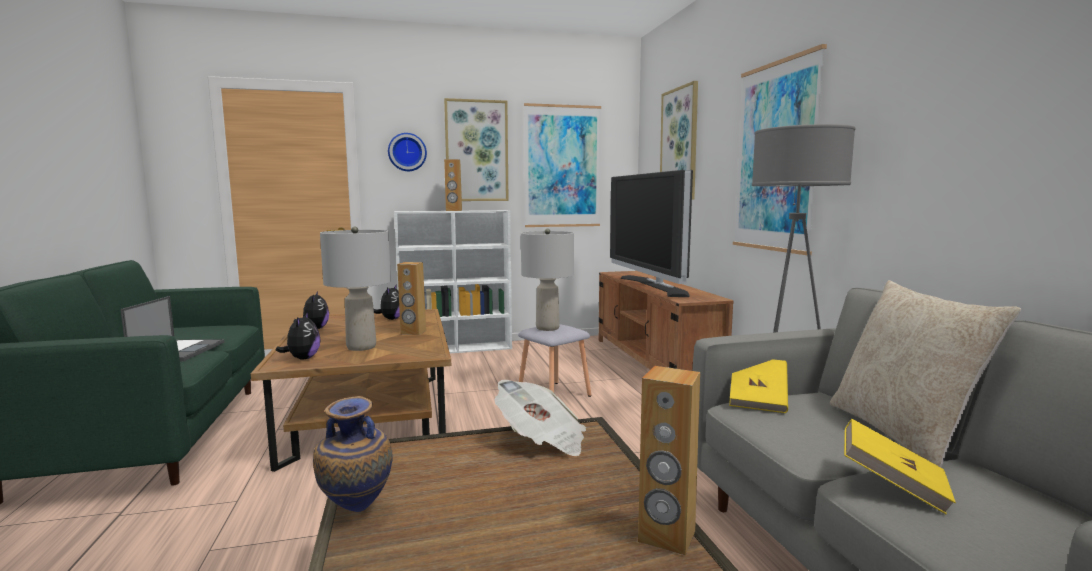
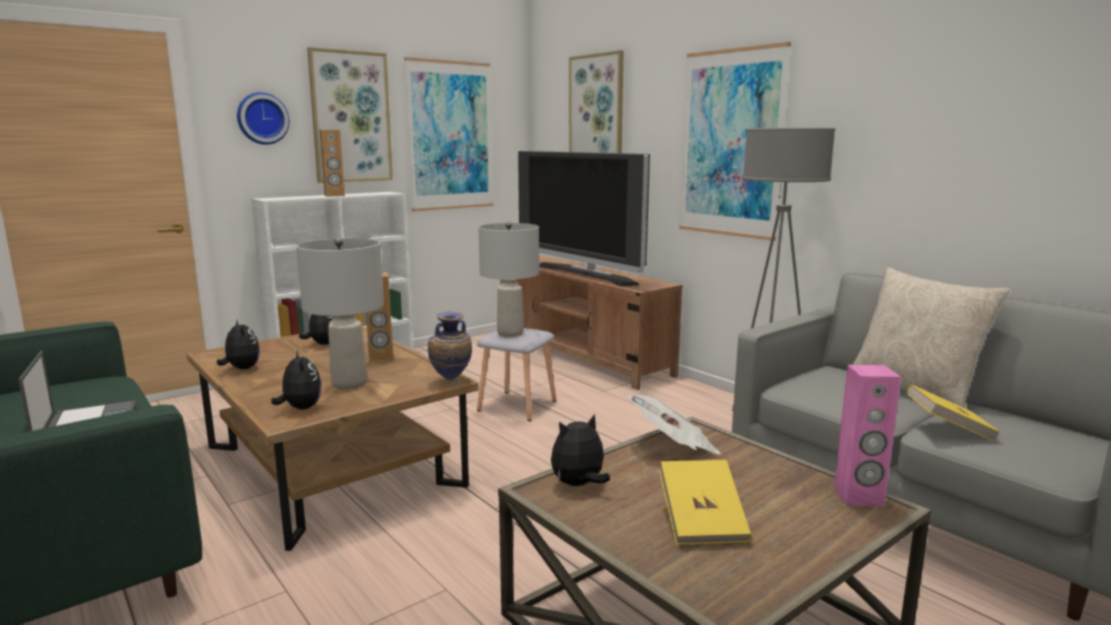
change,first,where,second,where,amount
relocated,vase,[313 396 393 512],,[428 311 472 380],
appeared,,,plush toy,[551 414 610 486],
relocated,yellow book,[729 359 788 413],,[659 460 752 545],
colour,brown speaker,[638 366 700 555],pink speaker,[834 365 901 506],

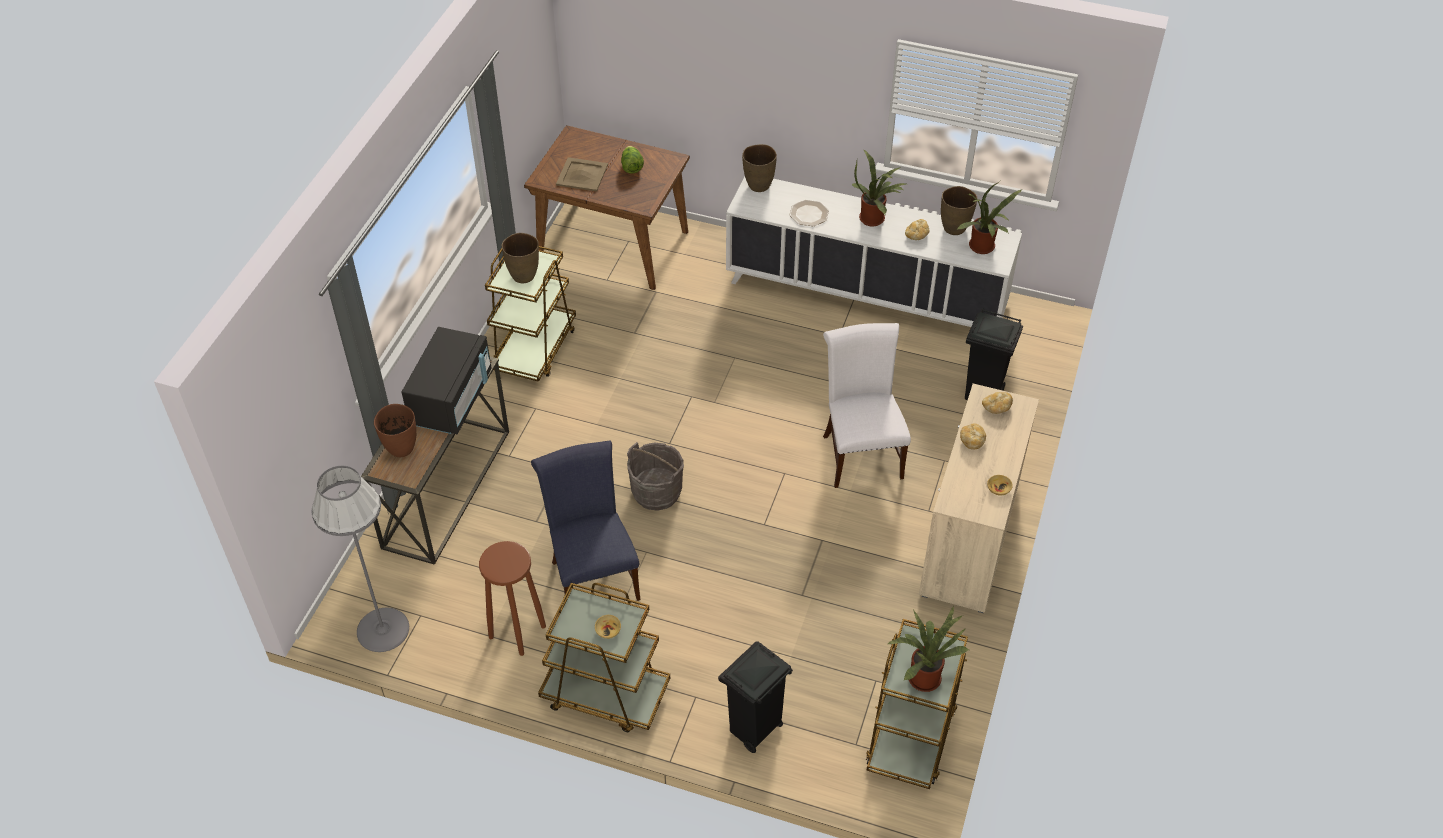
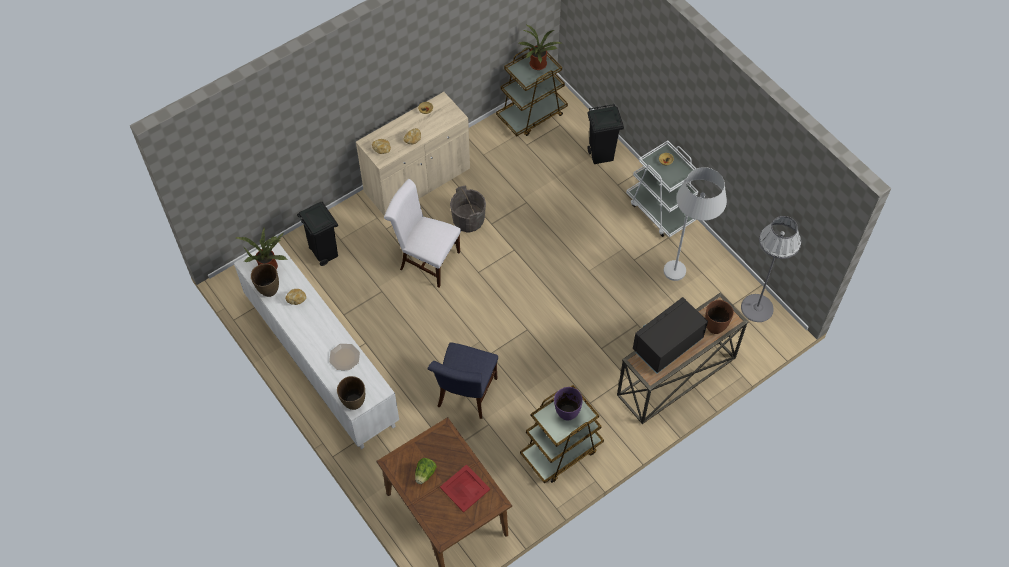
change,first,where,second,where,amount
spun,white chair,[823 323 911 488],,[384 179 461 288],90 degrees clockwise
relocated,blue chair,[531 441 641 601],,[427 342 498 419],
colour,beige tray,[556 157 608 192],red tray,[440 464 490 512],
relocated,grey bucket,[627 442 684 511],,[450 185 486 232],
colour,brown vase,[502 233 539 283],purple vase,[554 387 583 420],
colour,brown cart,[538 583 670 732],white cart,[626 140 698 238],
exchanged,brown stool,[479 541 546 656],white floor lamp,[664 167 727 281],
missing,potted plant,[852 149 906 227],,,

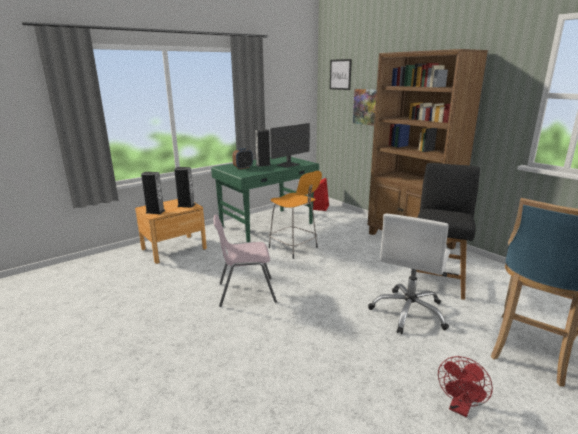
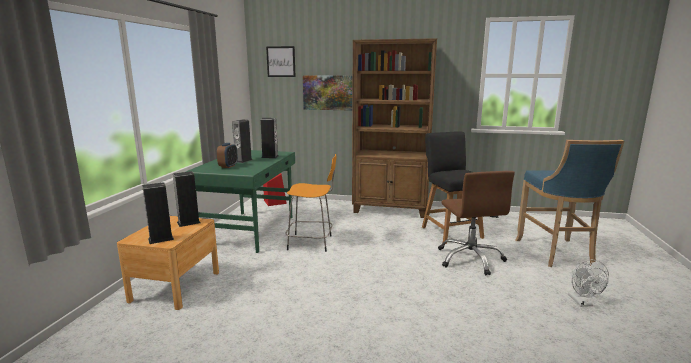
change,first,where,second,where,amount
exchanged,monitor,[270 123 310 168],speaker,[260 118 279 158],
colour,white office chair,[368 214 450 334],brown office chair,[438 171 515 275],
colour,red fan,[438 356 493 417],white fan,[568 260 609 307],
missing,pink chair,[214 215 277 307],,,

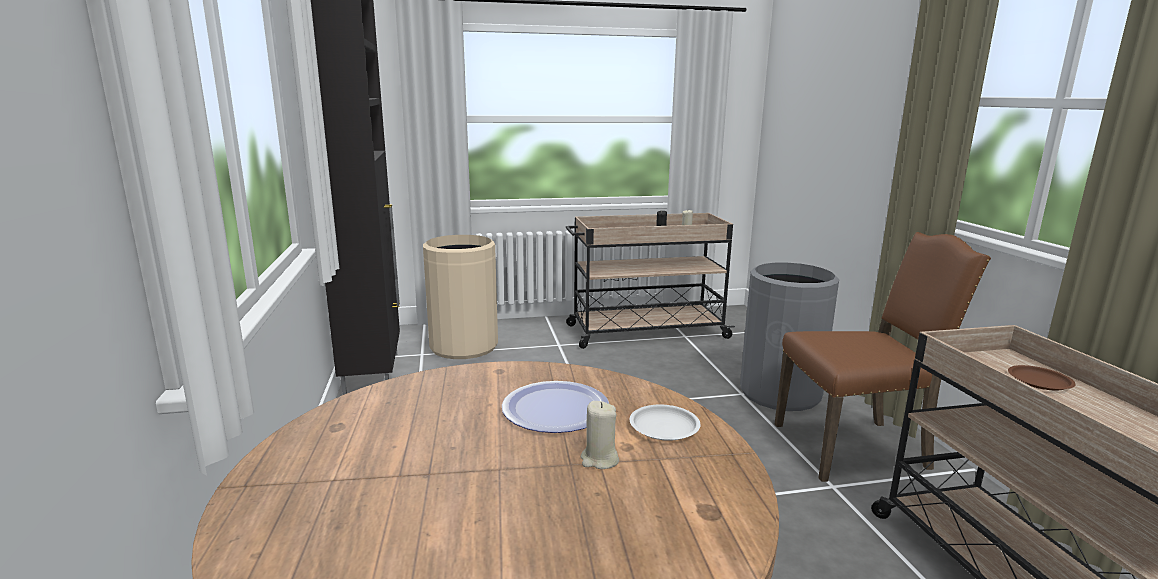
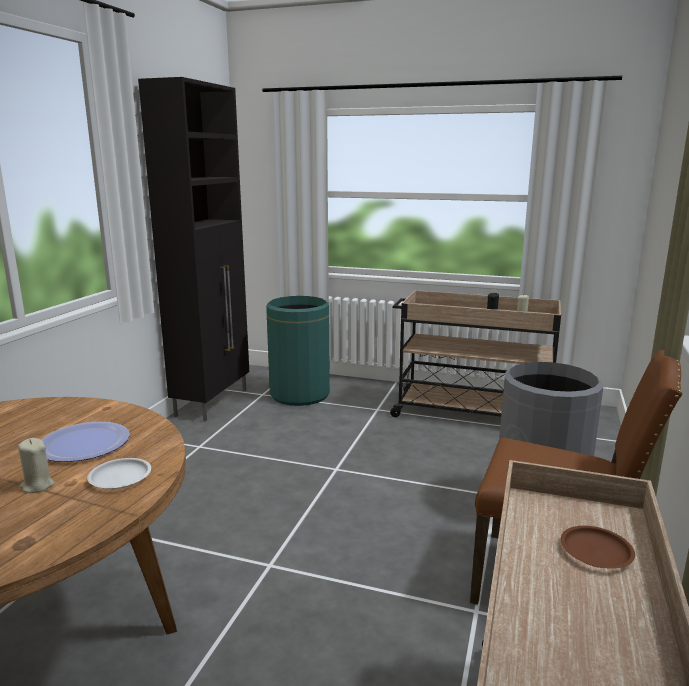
change,first,where,second,where,amount
colour,beige trash can,[423 235 498 359],green trash can,[266 296 330 406],

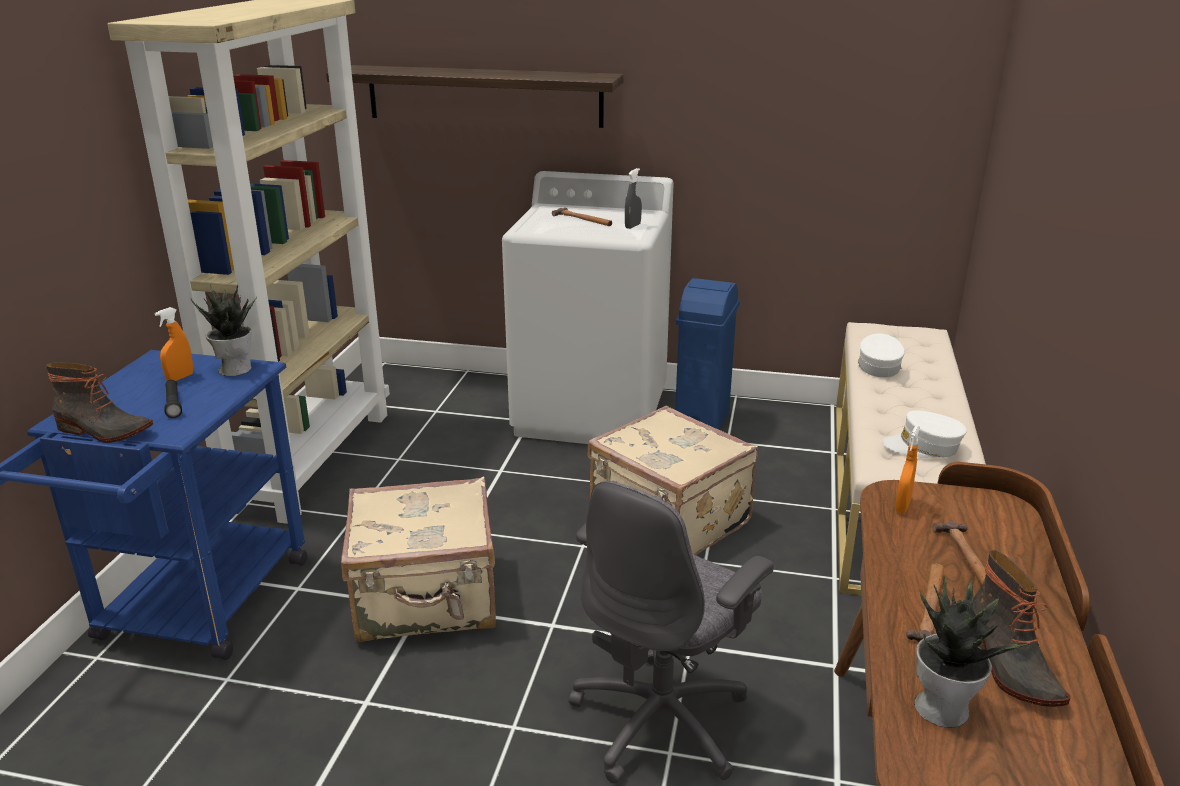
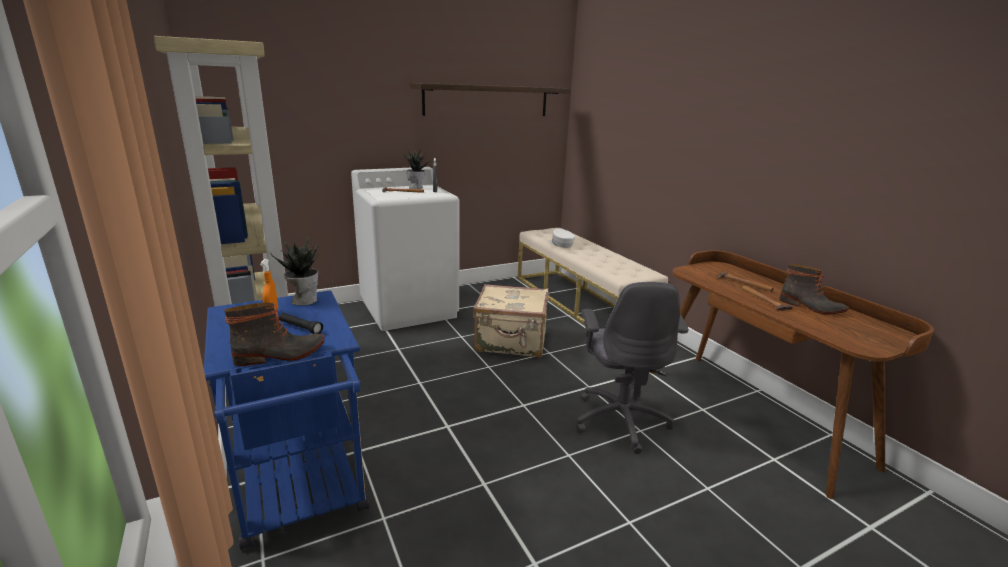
change,first,where,second,where,amount
relocated,potted plant,[914 576 1032 728],,[404 149 431 189],
relocated,shelf,[326 65 623 128],,[410 83 571 116],
missing,beige suitcase,[341 477 496 642],,,
missing,blue trash can,[675 278 740 430],,,
missing,white cap,[883 410 967 458],,,
missing,orange spray bottle,[895 426 920 513],,,

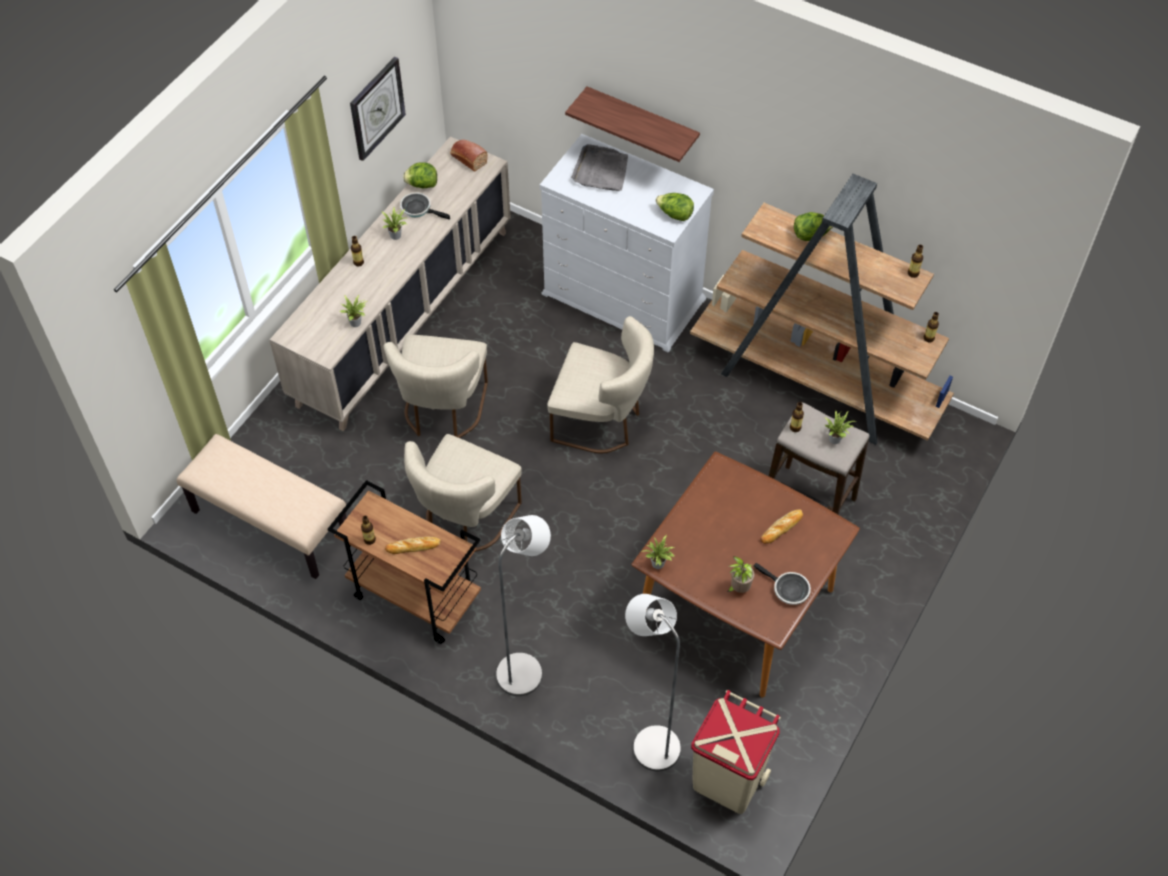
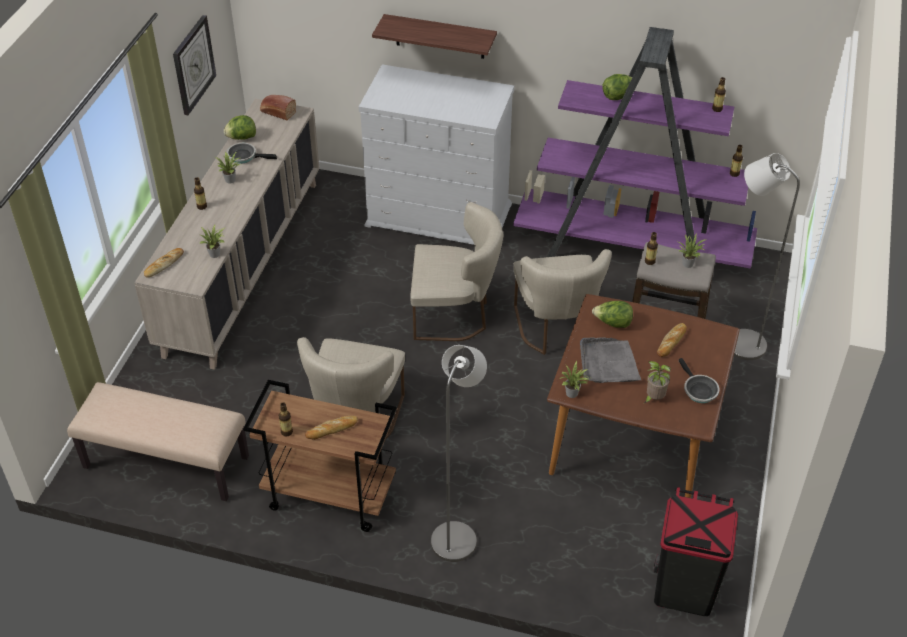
change,first,where,second,where,amount
appeared,,,bread,[144 248 184 277],
colour,brown bookcase,[690 174 954 445],purple bookcase,[513 27 757 269],
relocated,beige chair,[383 334 488 438],,[514 249 612 355],
relocated,grey tray,[571 144 628 191],,[580 337 641 383],
relocated,lettuce,[655 193 694 221],,[592 301 633 328],
colour,beige trash can,[691 690 781 814],black trash can,[654 487 738 616],
spun,frying pan,[753 563 811 605],,[679 358 719 403],45 degrees clockwise
relocated,grey floor lamp,[625 594 681 771],,[734 153 800 360],

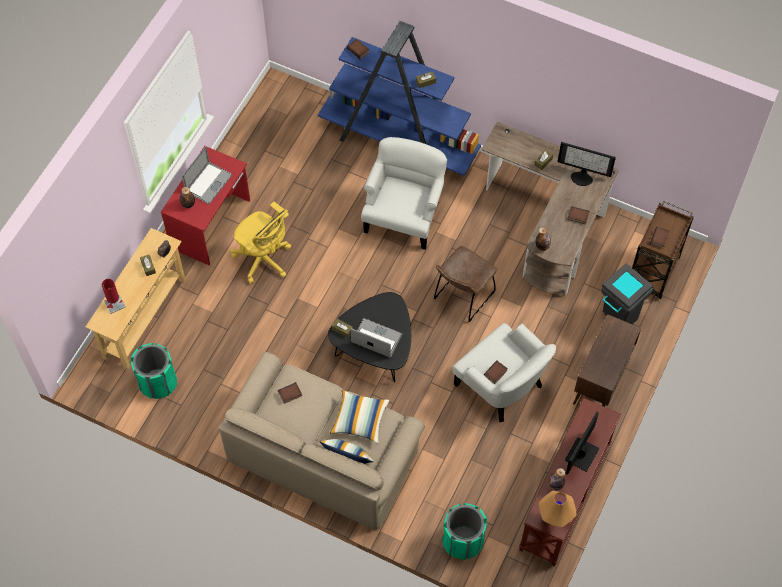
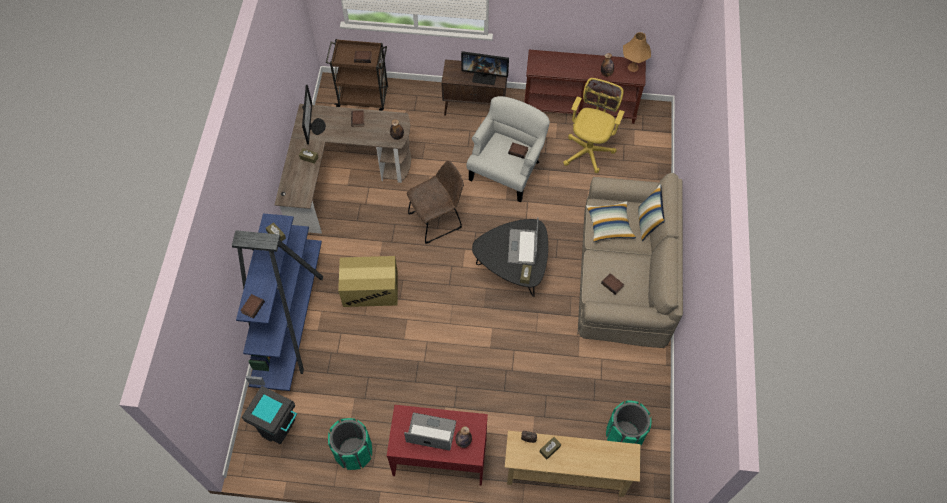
change,first,where,second,where,amount
relocated,grey trash can,[601 263 653 324],,[242 386 297 444],
relocated,green trash can,[442 503 487 560],,[328 418 372 470],
exchanged,white armchair,[361 137 447 250],cardboard box,[338 256 398 307],
spun,brown chair,[434 246 497 322],,[407 161 464 244],45 degrees counterclockwise
relocated,monitor,[565 411 600 475],,[461 51 509 85],
relocated,yellow office chair,[230 202 291 284],,[563 78 625 173],
missing,red table lamp,[102 279 126 314],,,

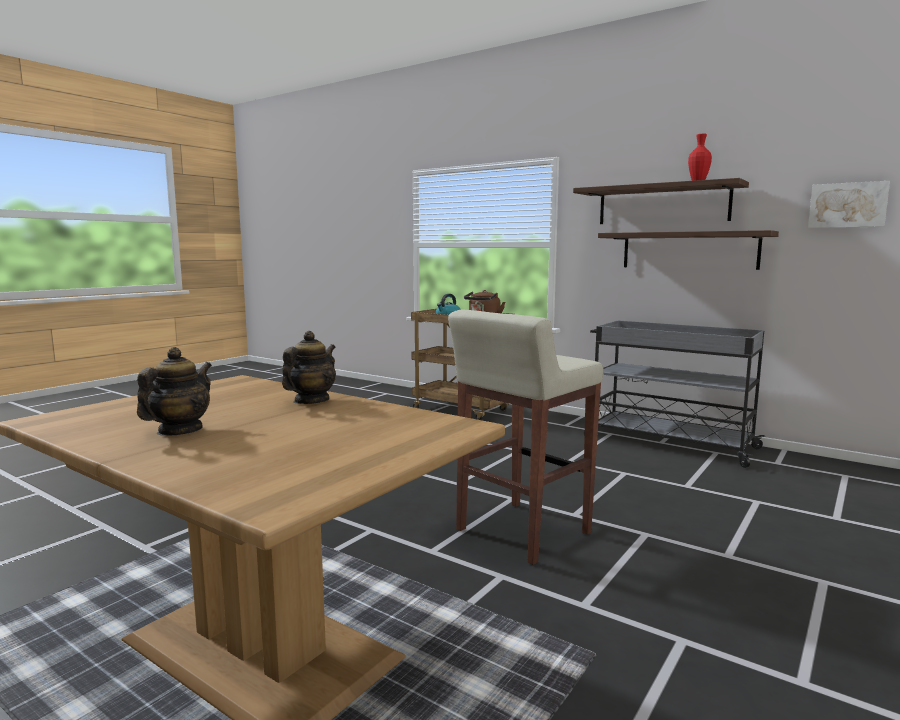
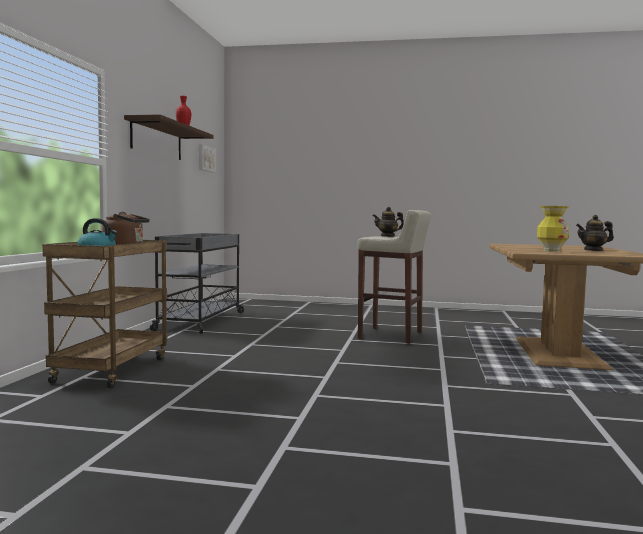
change,first,where,second,where,amount
relocated,teapot,[282 331 336 404],,[373 207 404 237],
appeared,,,vase,[537 206 569 252],
missing,shelf,[598 230 779 270],,,

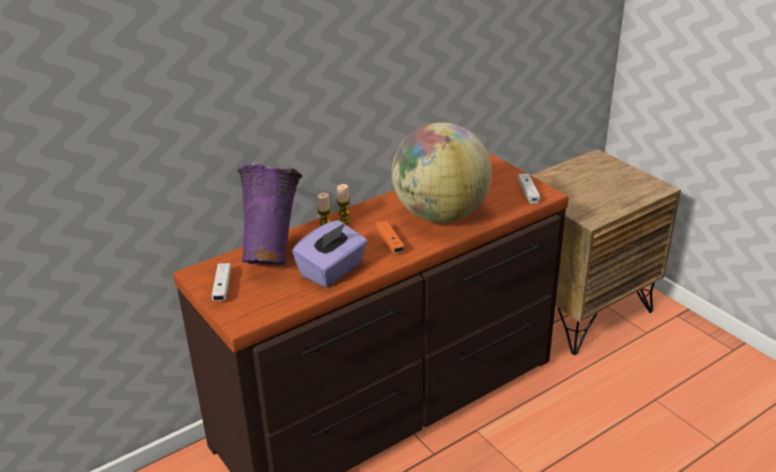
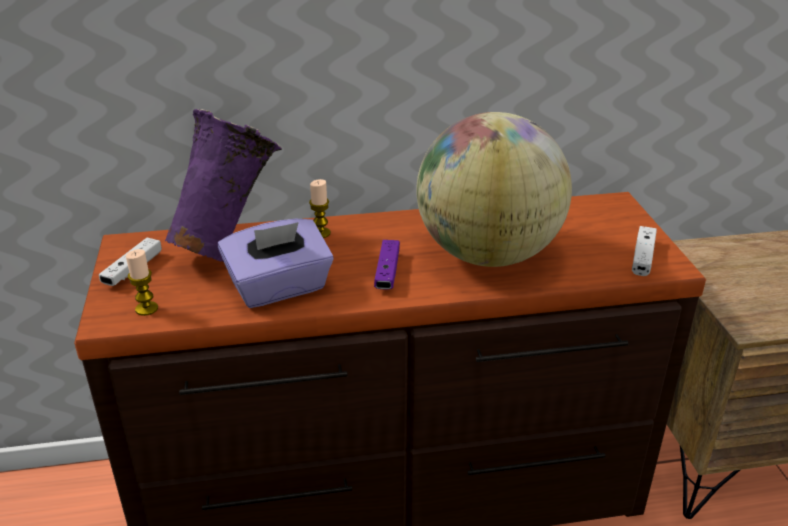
change,first,where,second,where,amount
relocated,candle,[336 184 351 224],,[126 249 158 316],
colour,orange game controller,[376 221 405 253],purple game controller,[374 240 400 290],

